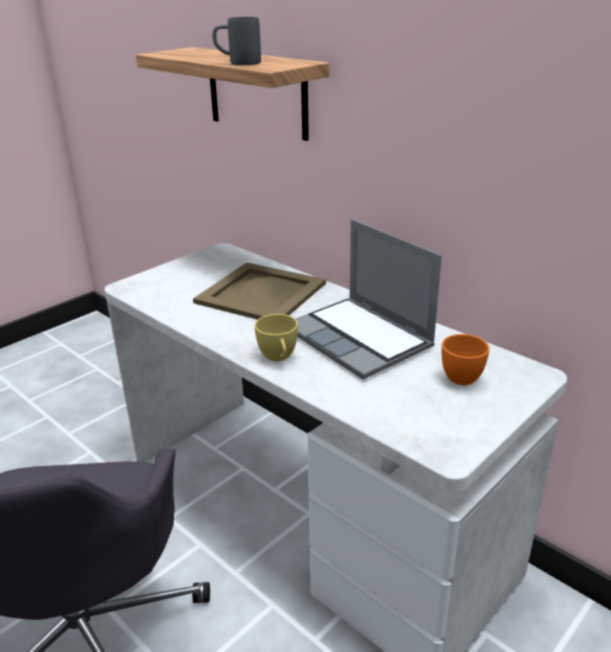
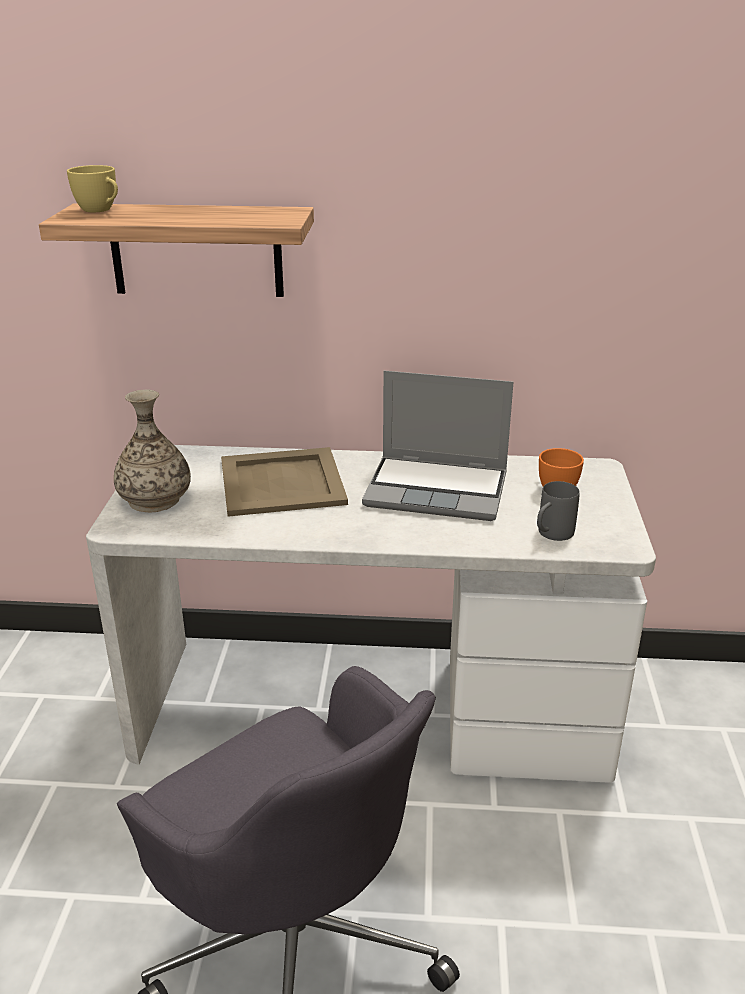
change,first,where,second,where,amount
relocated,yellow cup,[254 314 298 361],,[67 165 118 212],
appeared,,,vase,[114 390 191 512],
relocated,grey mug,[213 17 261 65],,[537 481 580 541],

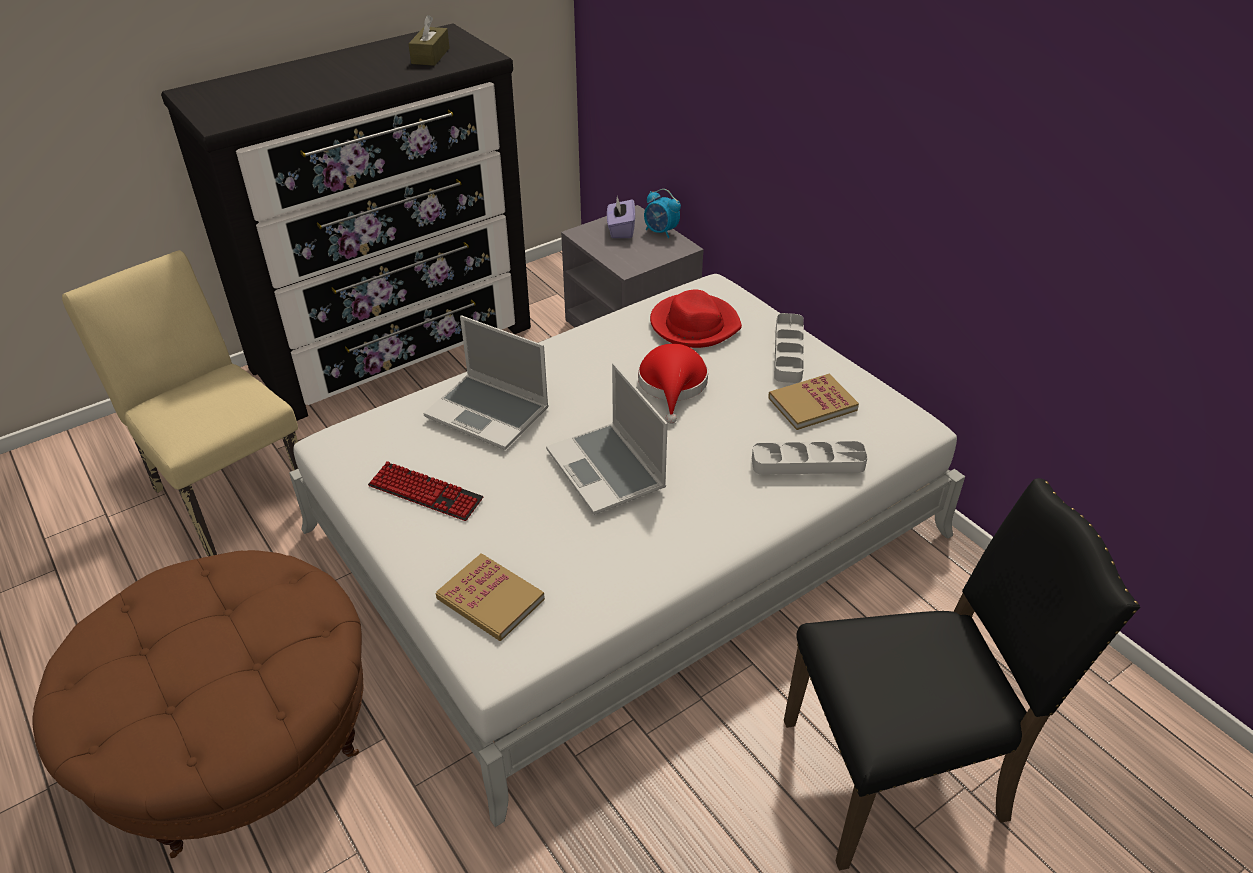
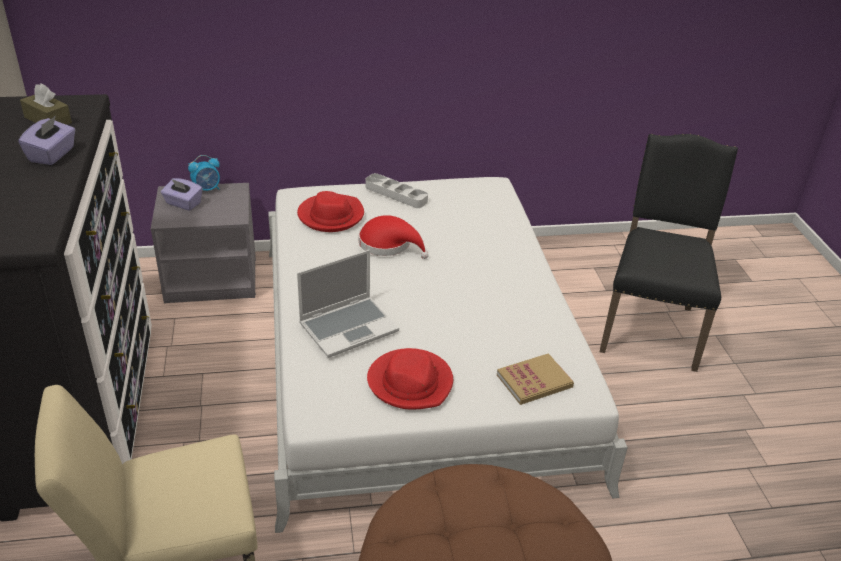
change,first,where,second,where,amount
appeared,,,purple tissue box,[18 116 75 165],
exchanged,keyboard,[368 461 483 521],red hat,[367 348 453 410],
missing,laptop,[546 363 668 515],,,
missing,grey tray,[752 441 868 475],,,
missing,book,[768 374 859 430],,,

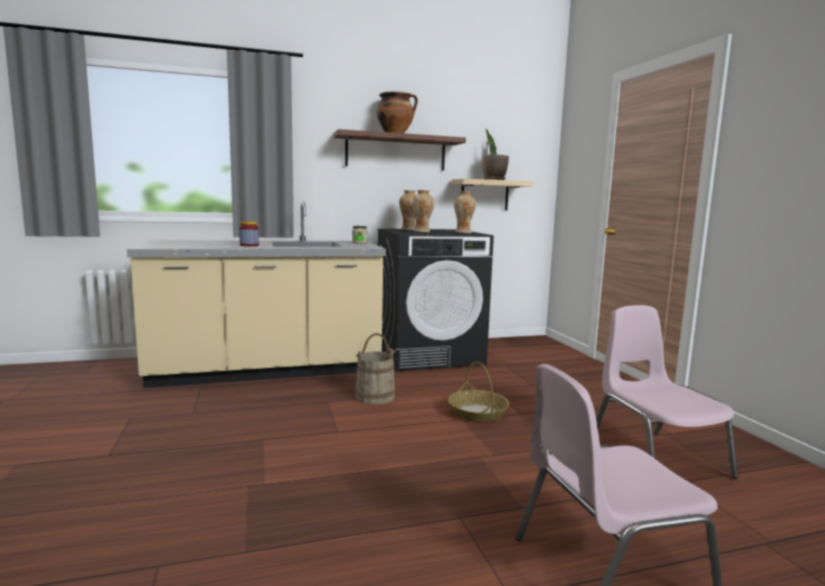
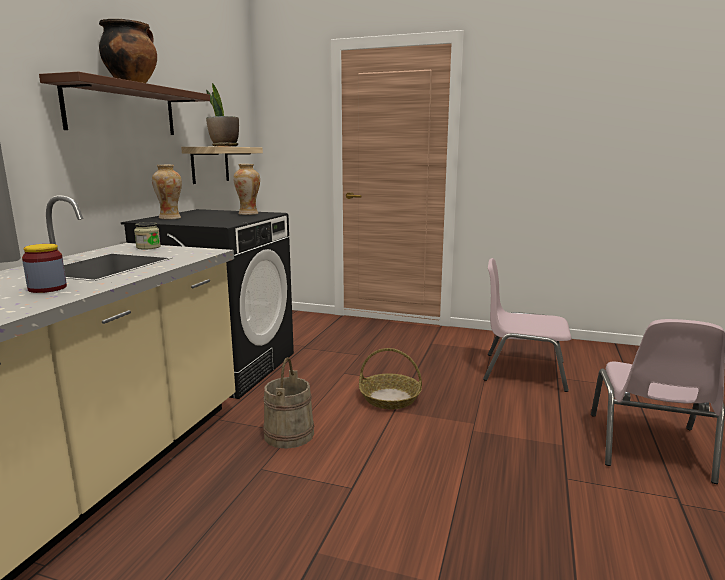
change,first,where,second,where,amount
missing,vase,[412 190 434 232],,,

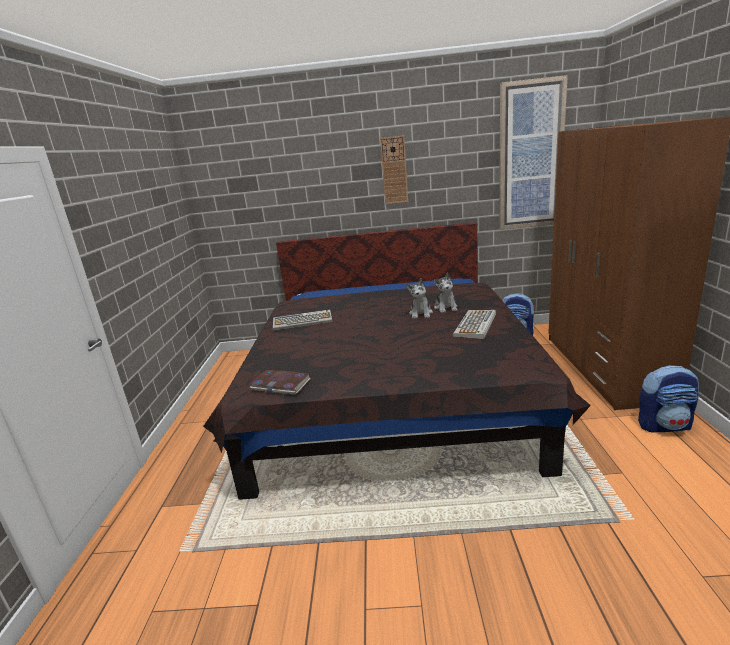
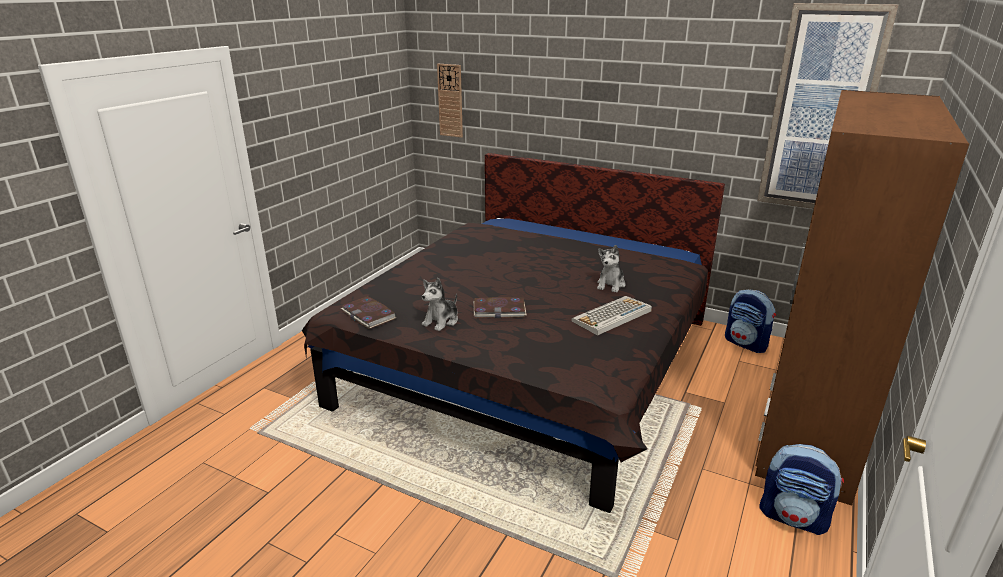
change,first,where,second,where,amount
relocated,plush toy,[407 278 433 319],,[422 278 458 331],
relocated,wall clock,[380 135 408 204],,[437 64 463 138],
appeared,,,book,[474 297 527 318],
missing,keyboard,[273 309 333 330],,,

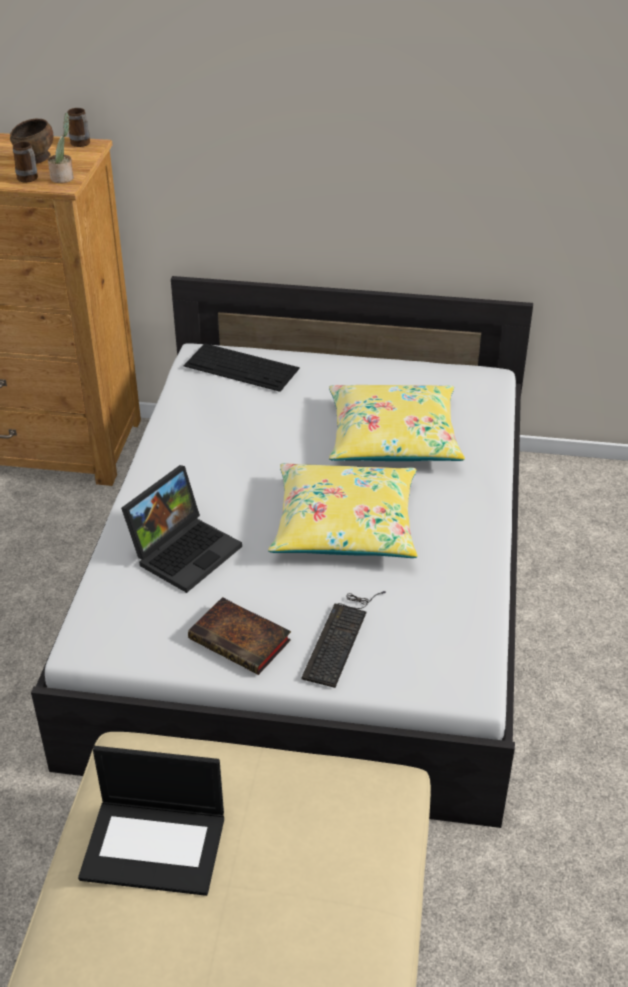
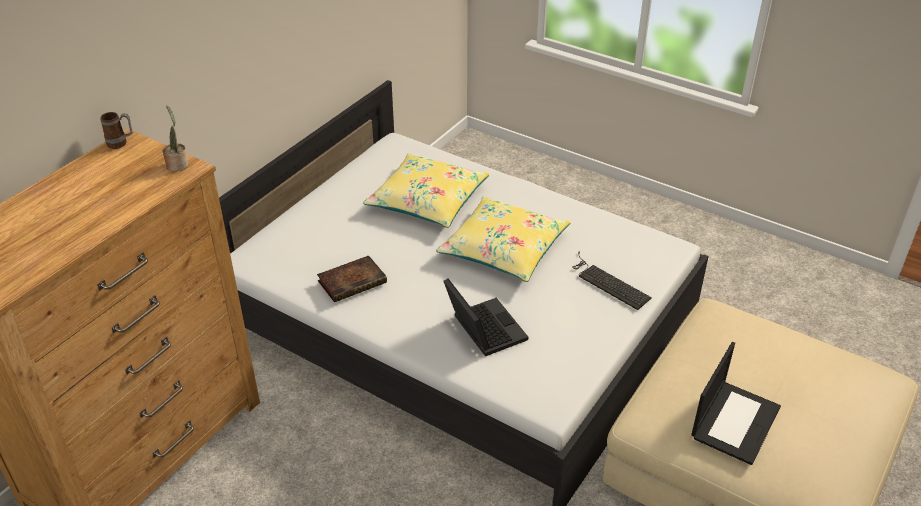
change,first,where,second,where,amount
relocated,book,[188 597 291 675],,[317 256 387 302],
missing,brown bowl,[10 118 53 164],,,
missing,mug,[13 141 38 182],,,
missing,keyboard,[183 343 300 392],,,

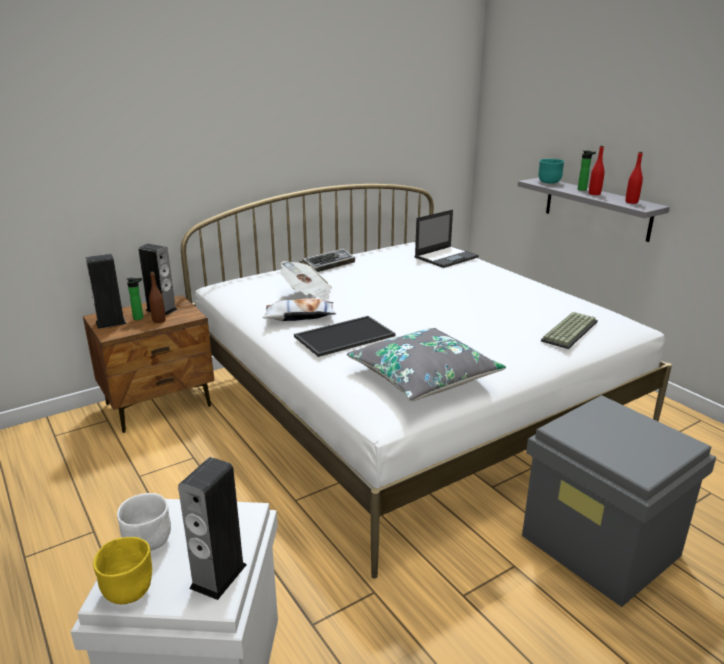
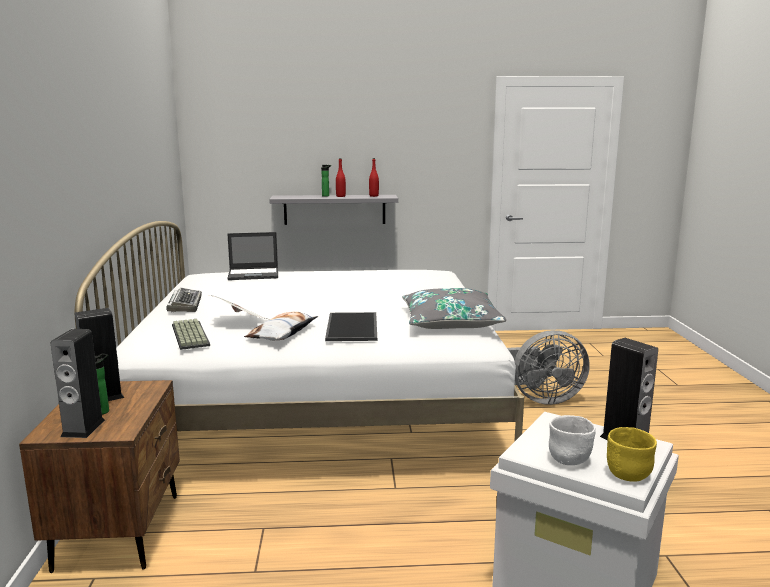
change,first,where,second,where,amount
relocated,keyboard,[541 312 598 349],,[172 319 210 350],
spun,laptop,[415 210 479 268],,[227 232 278 280],90 degrees clockwise
exchanged,grey storage box,[522 395 716 607],grey fan,[507 330 590 405],
missing,brown bottle,[149 272 166 323],,,
missing,turquoise bowl,[538 159 564 184],,,

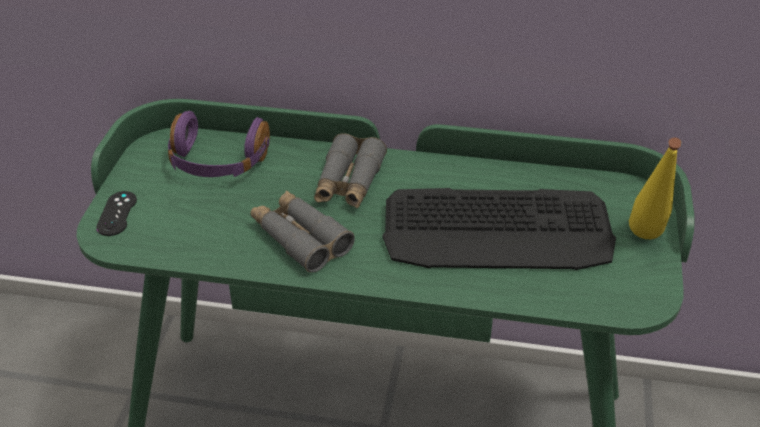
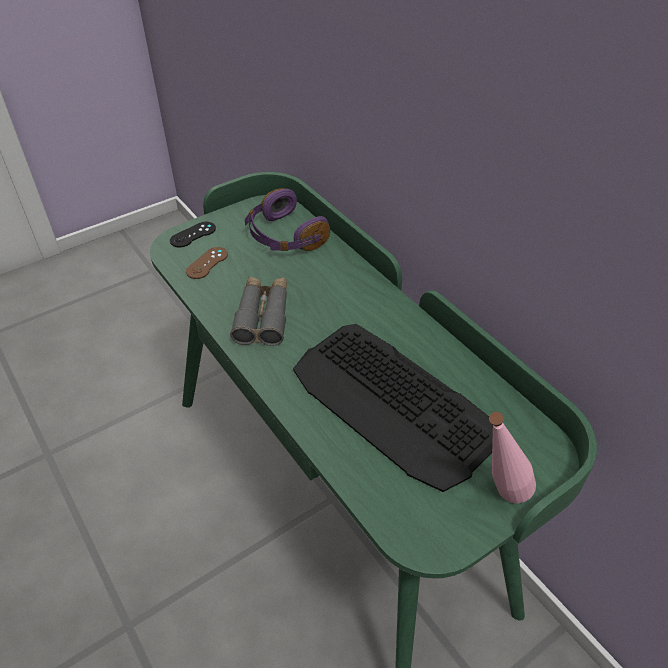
change,first,where,second,where,amount
appeared,,,brown game controller,[186 247 228 279],
colour,yellow bottle,[629 138 682 239],pink bottle,[489 412 536 504],
missing,grey binoculars,[314 133 387 208],,,

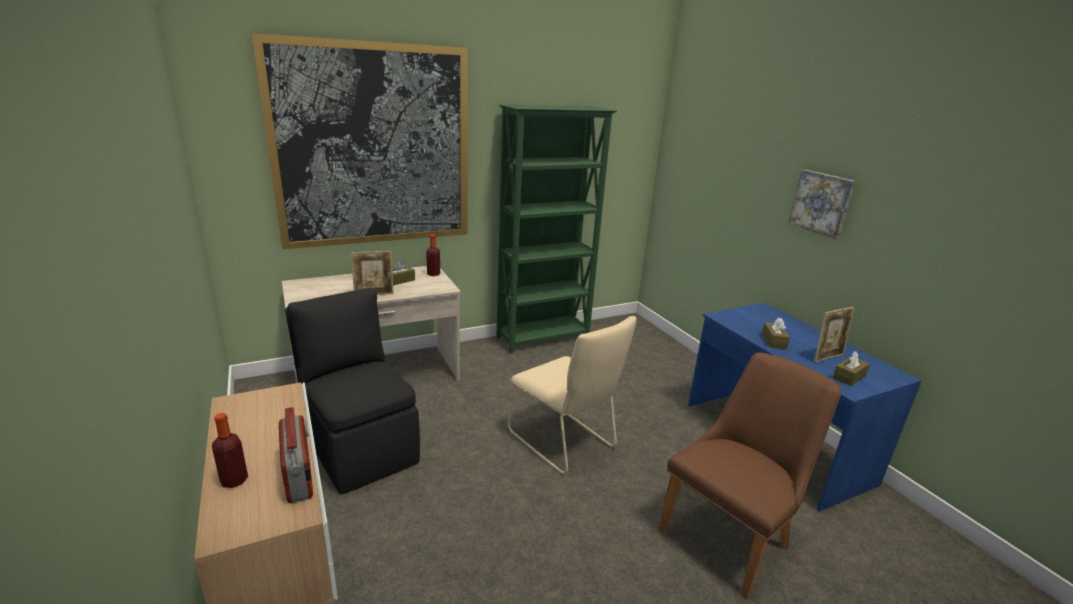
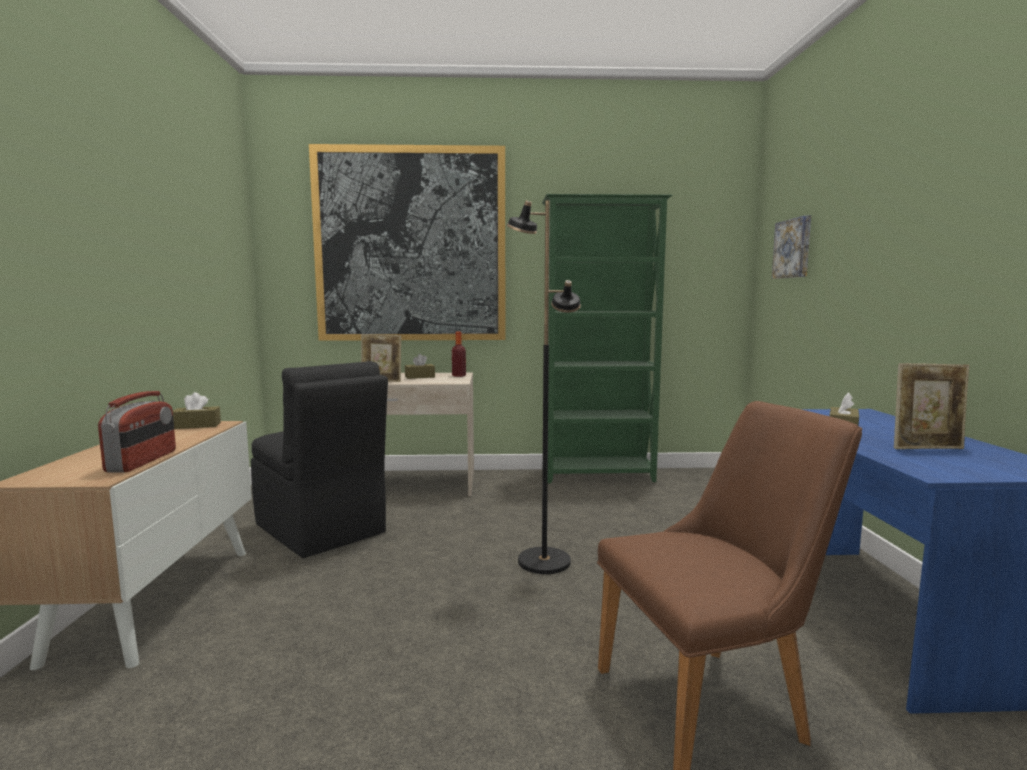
change,first,where,second,where,amount
relocated,brown tissue box,[832 351 870 386],,[173 392 221 429],
spun,black chair,[285 287 420 494],,[251 361 388 558],150 degrees clockwise
exchanged,beige chair,[508 316 637 474],black floor lamp,[507 200 581 574],
relocated,picture,[788 170 856 239],,[772 215 811 279],
missing,bottle,[212 413 248 488],,,

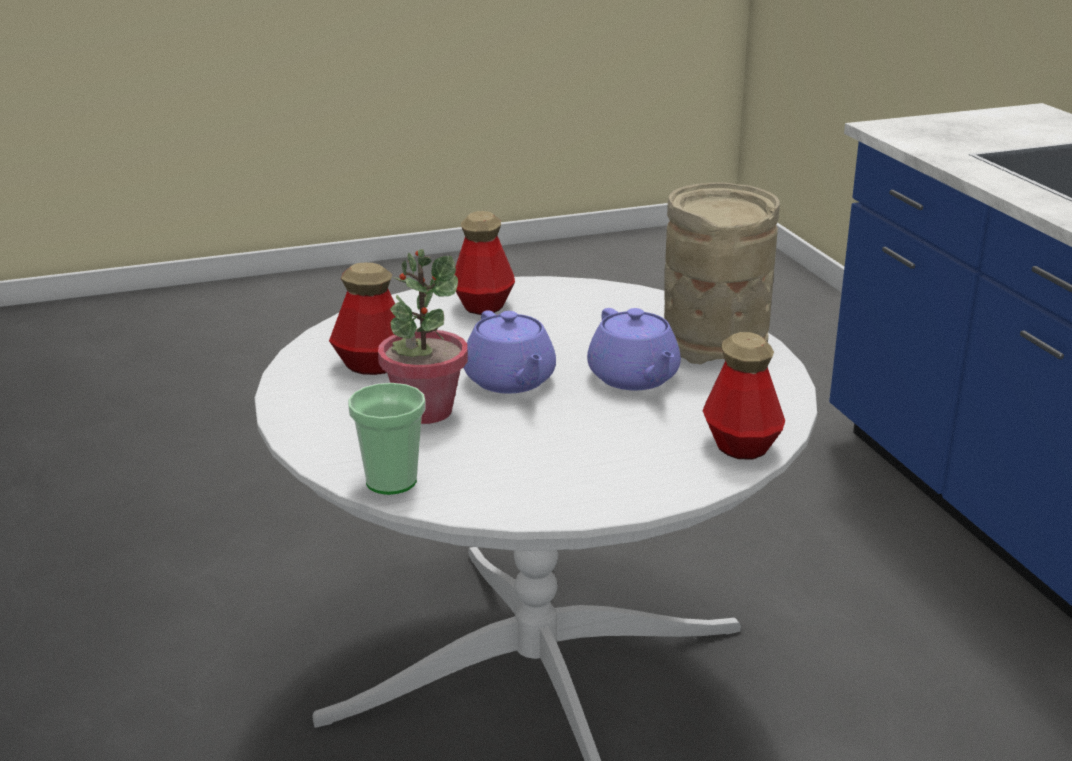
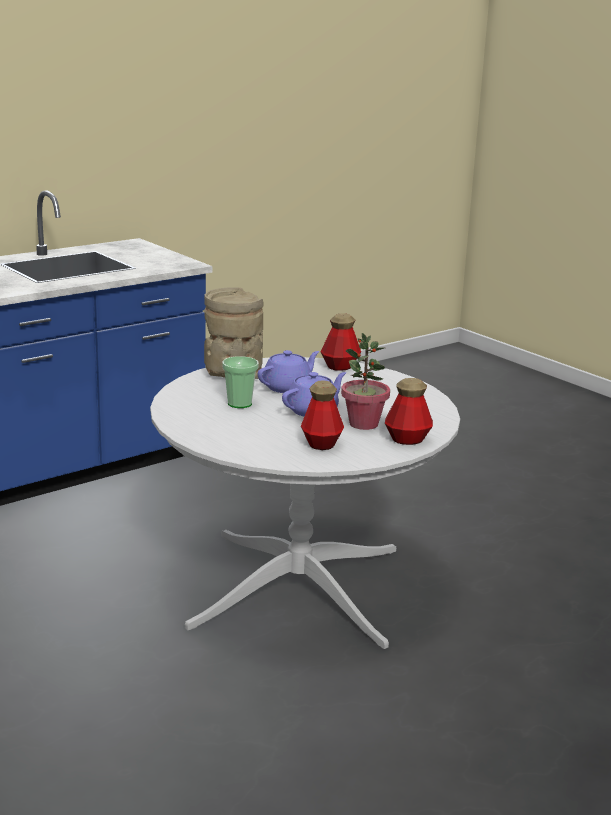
change,first,where,second,where,amount
relocated,cup,[348 383 426 495],,[222 356 259 408],
relocated,bottle,[455 211 515 315],,[385 378 433 445],

